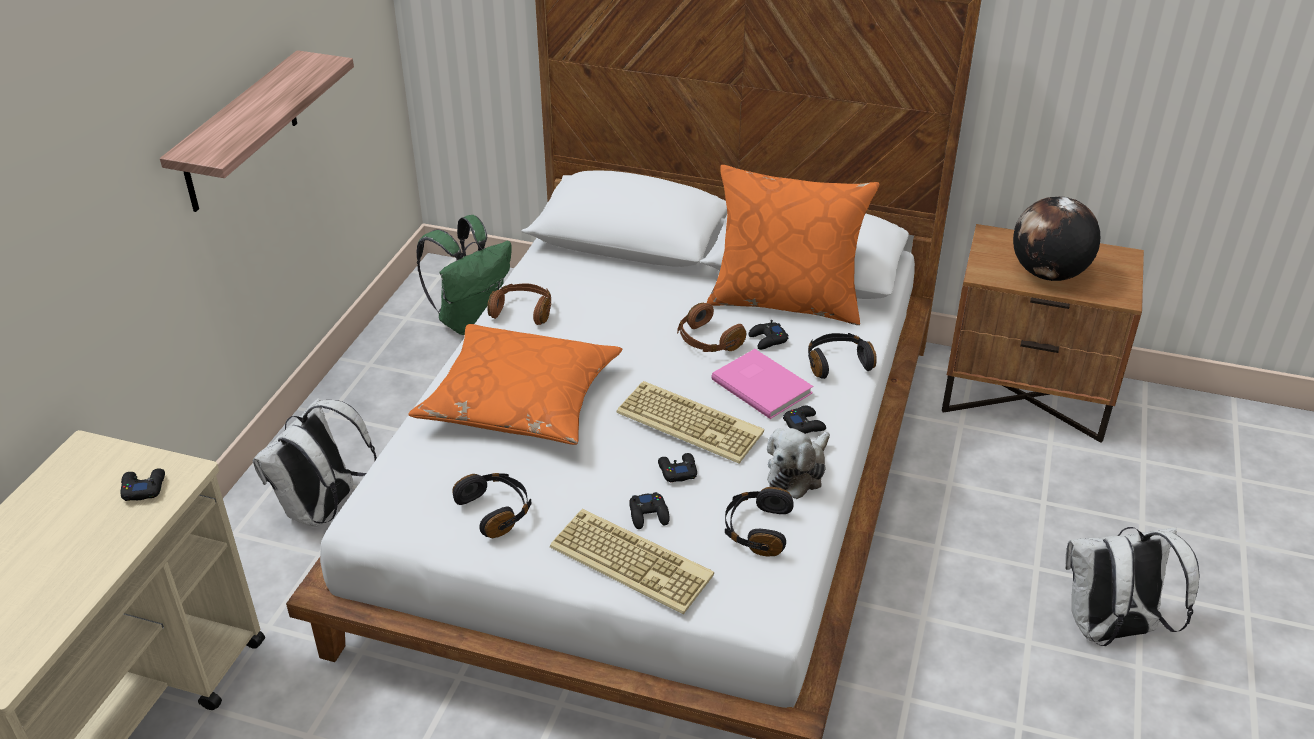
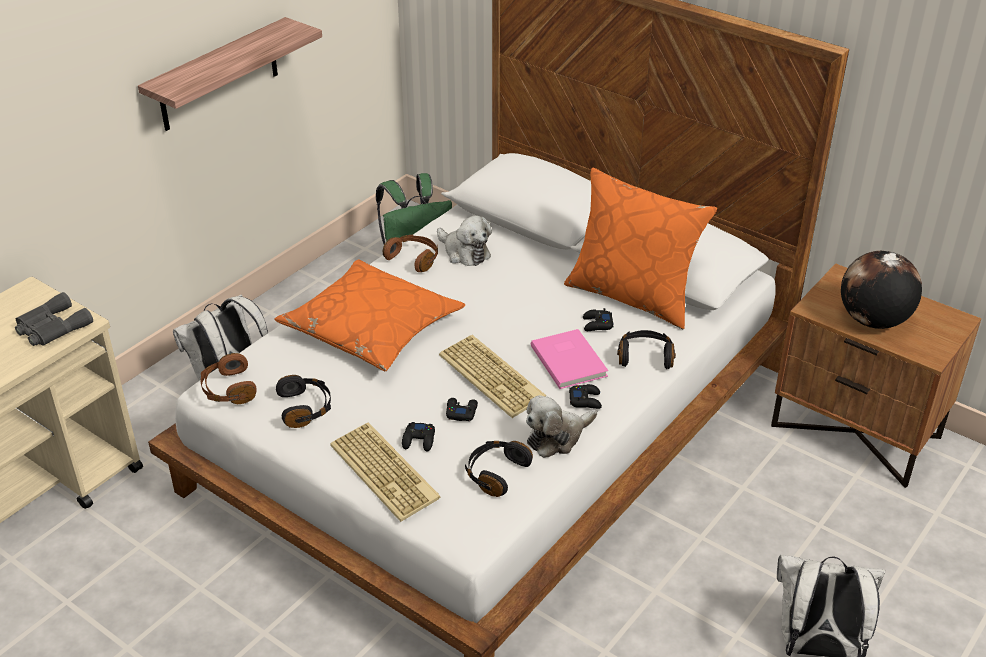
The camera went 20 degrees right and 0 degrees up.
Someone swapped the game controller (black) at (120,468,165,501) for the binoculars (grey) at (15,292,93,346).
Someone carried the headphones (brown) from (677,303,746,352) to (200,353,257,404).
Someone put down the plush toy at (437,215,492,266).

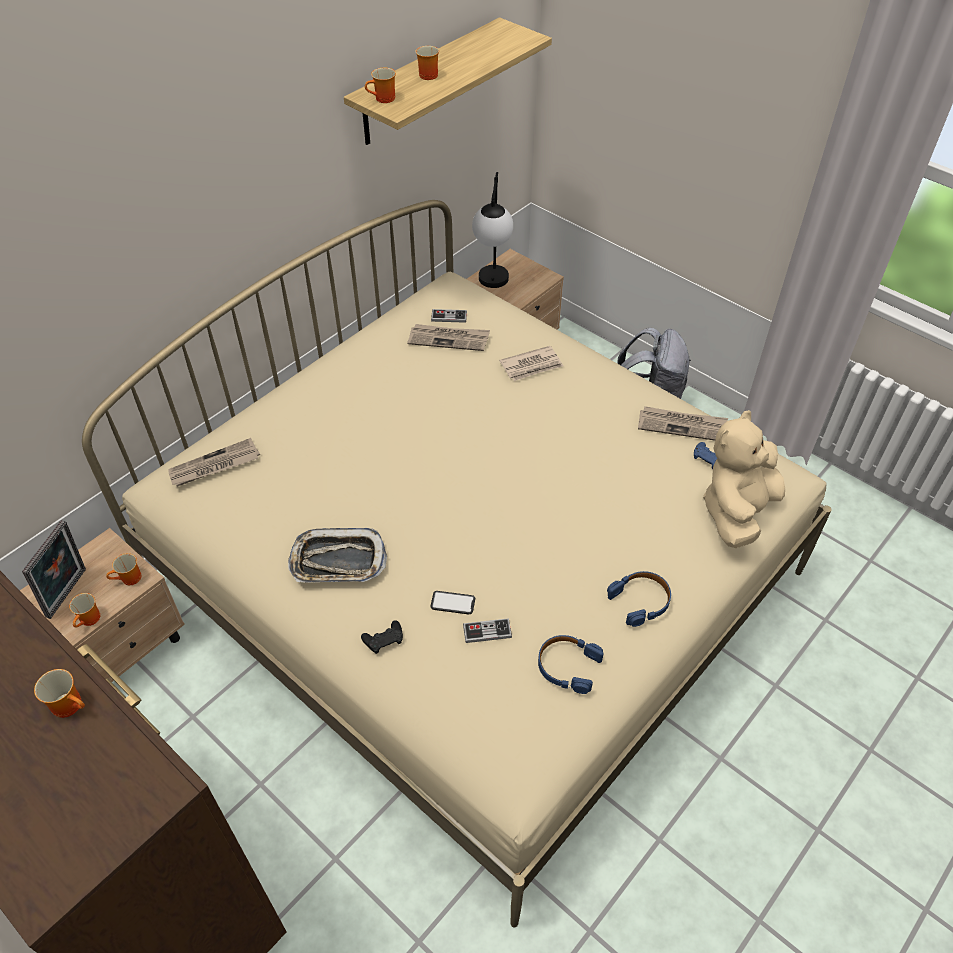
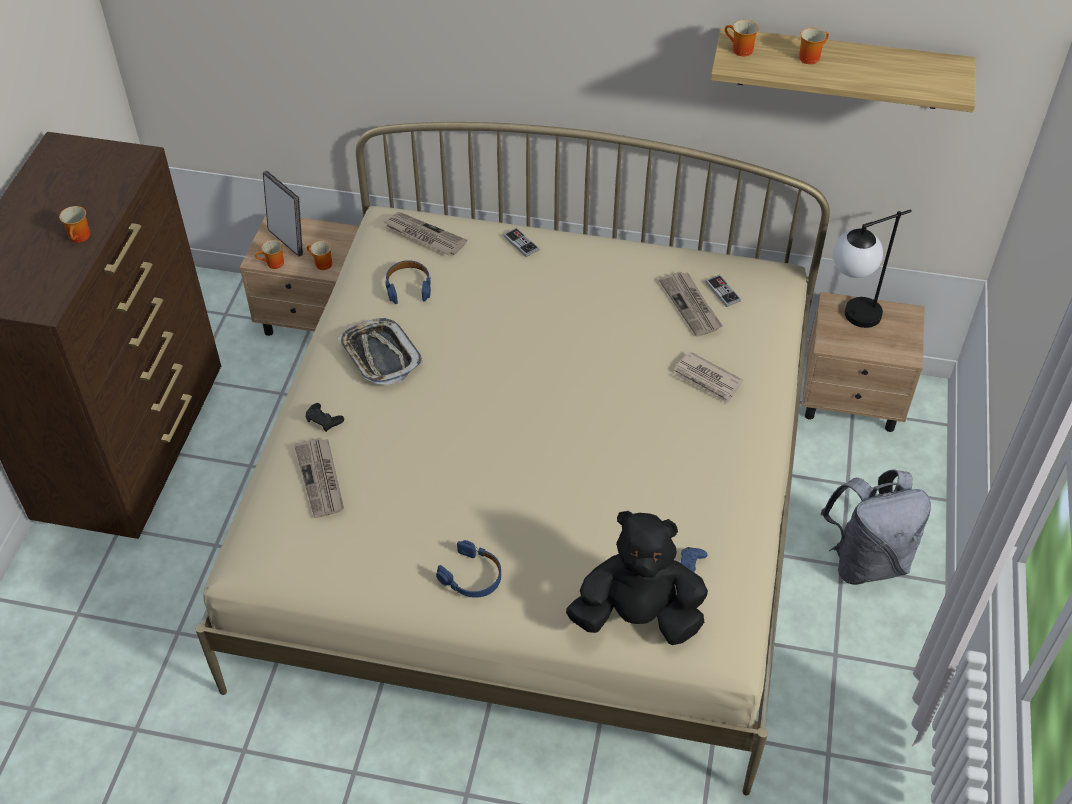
The camera went 60 degrees right and 0 degrees up.
Someone rotated the picture frame at (22,520,86,619) by 120 degrees counterclockwise.
Someone took away the phone at (430,591,475,614).
Someone carried the game controller from (463,618,512,643) to (503,228,539,257).
Someone carried the headphones (blue) from (538,635,603,694) to (385,260,431,304).
Someone carried the newspaper from (638,406,728,441) to (294,438,344,518).
Someone repainted the plush toy (beige) at (703,410,785,548), which became the plush toy (black) at (566,511,708,645).

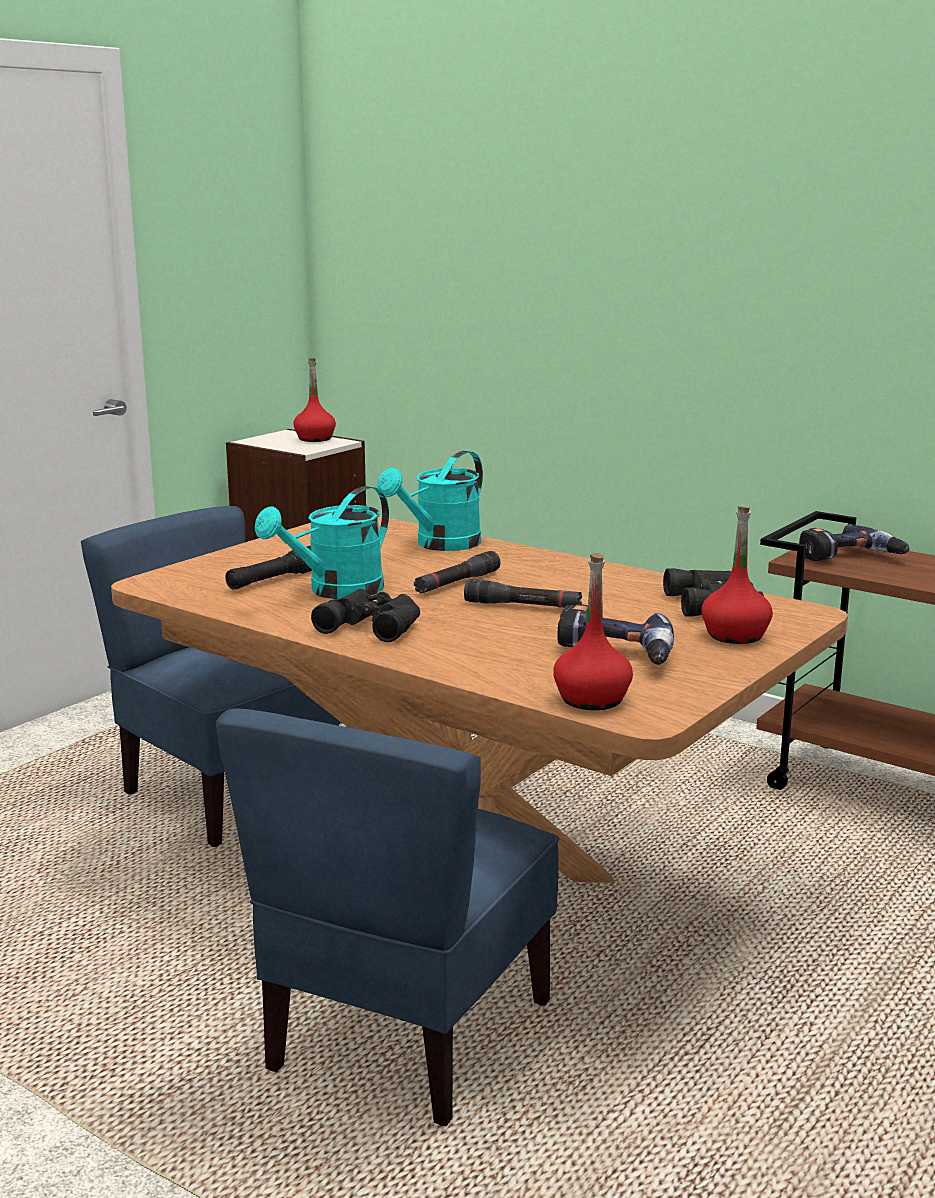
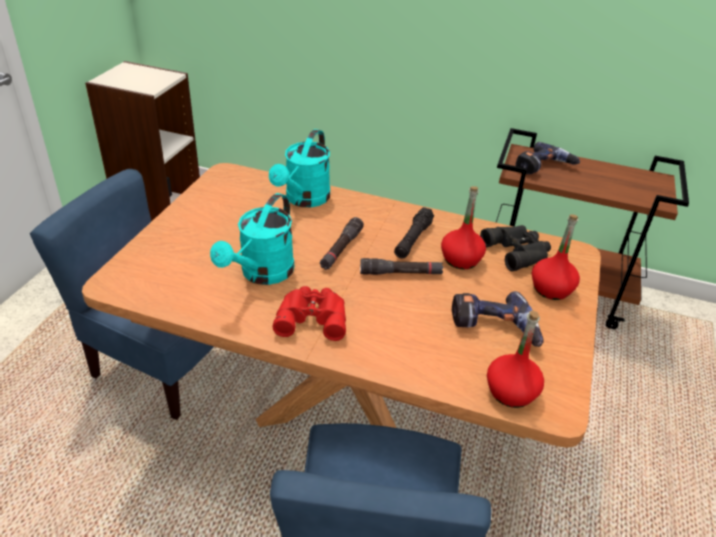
The camera went 20 degrees left and 20 degrees up.
Someone carried the flashlight (black) from (225,546,312,590) to (394,207,434,259).
Someone carried the bottle (red) from (293,358,336,442) to (441,186,486,270).
Someone repainted the binoculars (black) at (311,589,420,642), which became the binoculars (red) at (273,286,346,341).

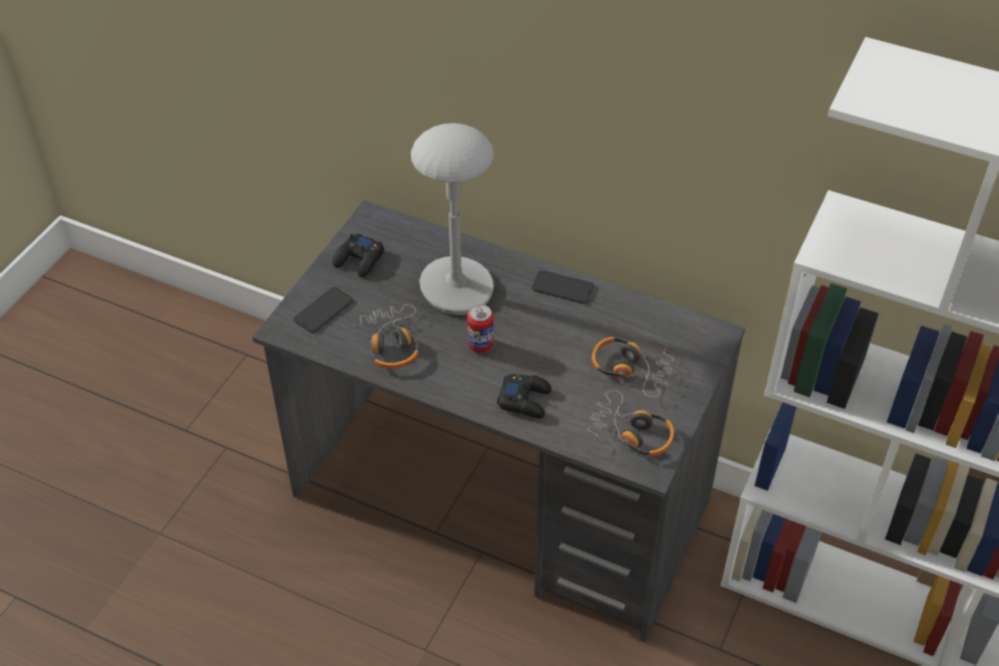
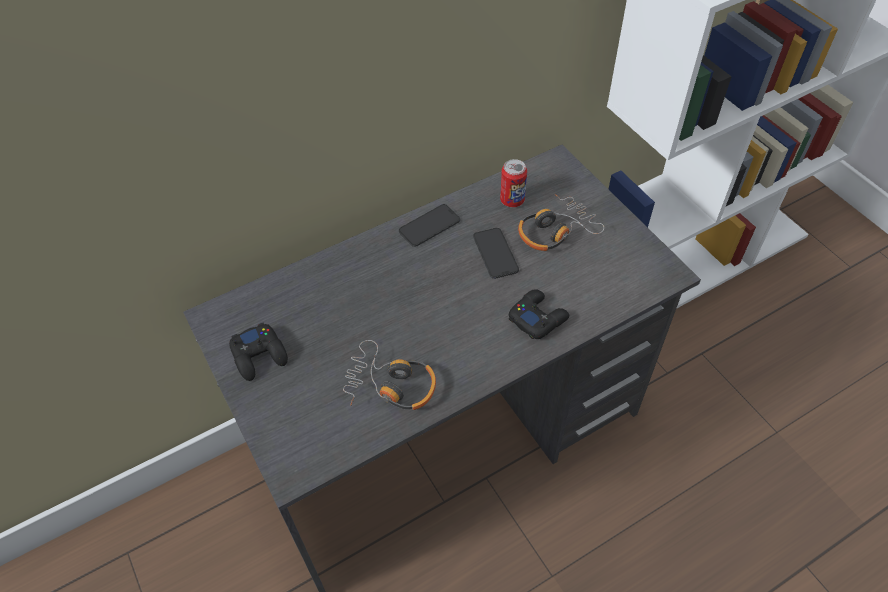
The camera went 55 degrees left and 5 degrees up.
Someone carried the phone from (294,287,353,333) to (473,228,519,279).
Someone took away the table lamp (grey) at (411,123,494,315).
Someone carried the can from (467,304,494,353) to (500,159,527,207).
Someone took away the headphones at (588,390,674,456).

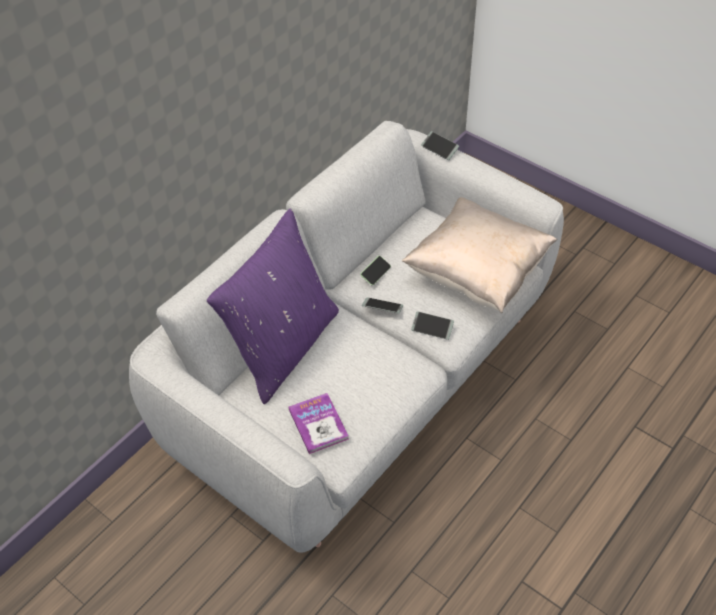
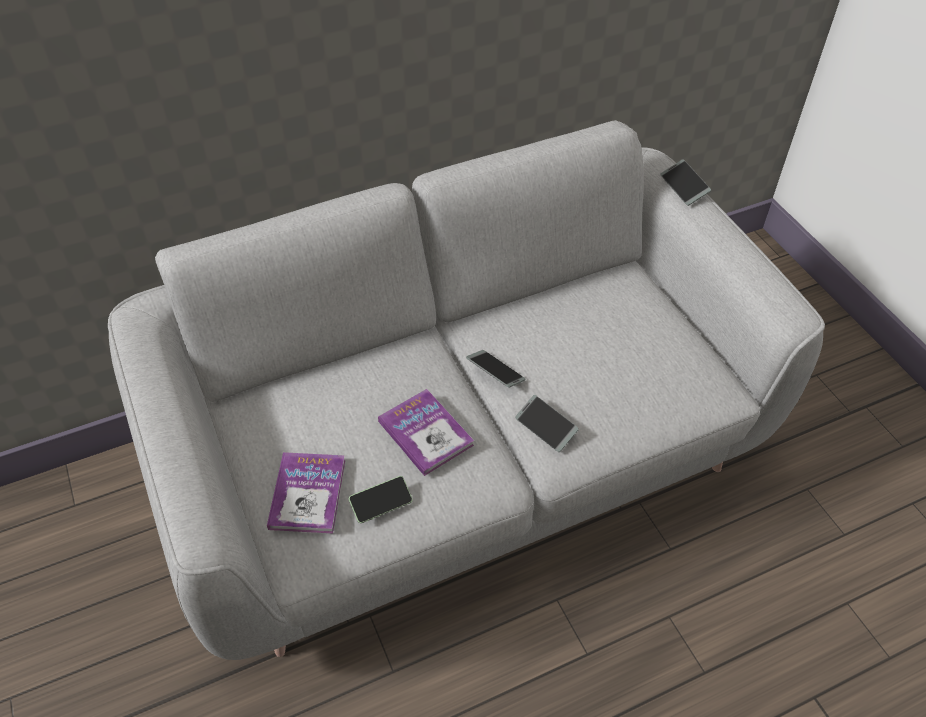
The camera went 25 degrees right and 0 degrees up.
Someone took away the pillow (purple) at (207,208,339,404).
Someone carried the phone from (360,256,391,285) to (349,476,413,523).
Someone took away the pillow (beige) at (402,197,558,313).
Someone put down the book at (378,389,474,476).

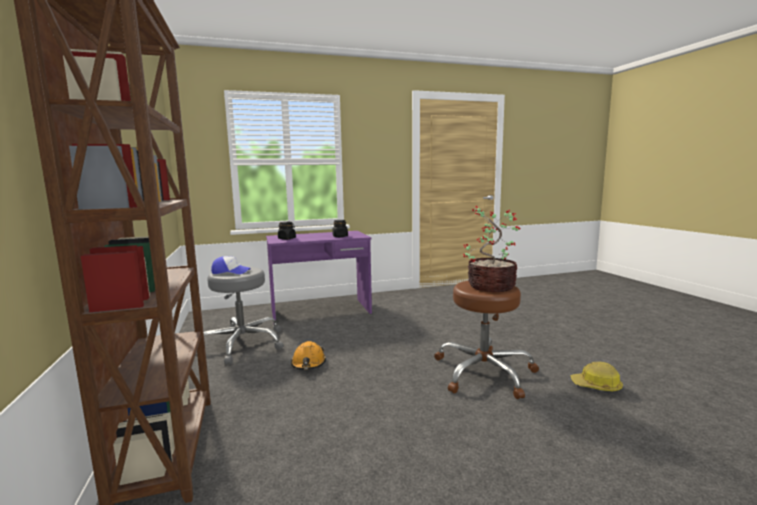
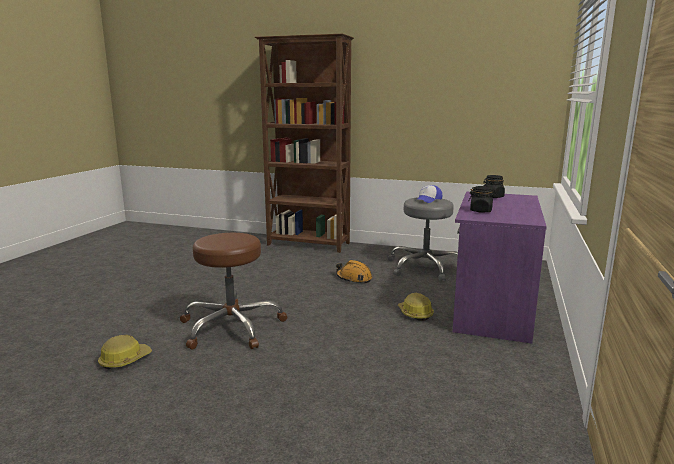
The camera went 125 degrees right and 5 degrees up.
Someone took away the potted plant at (463,206,521,292).
Someone put down the hard hat at (398,293,434,321).

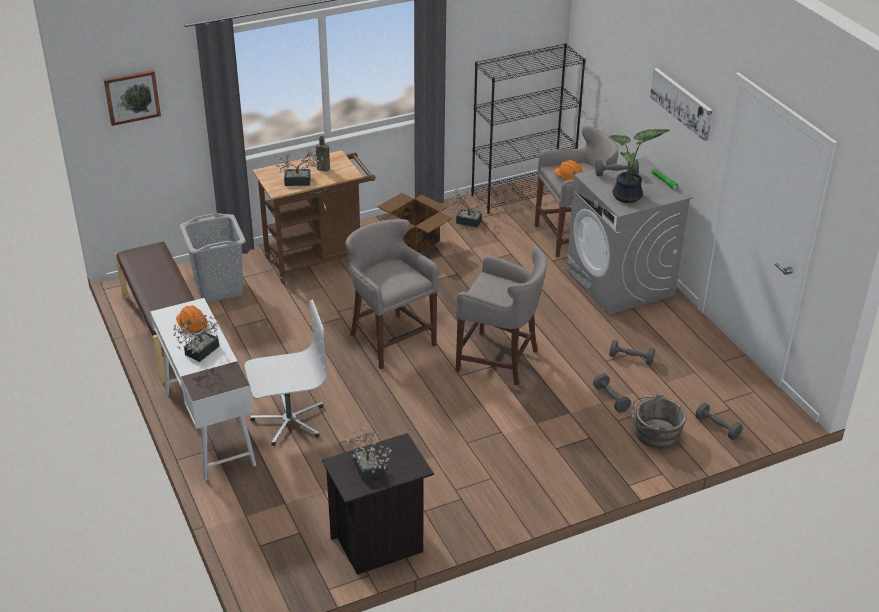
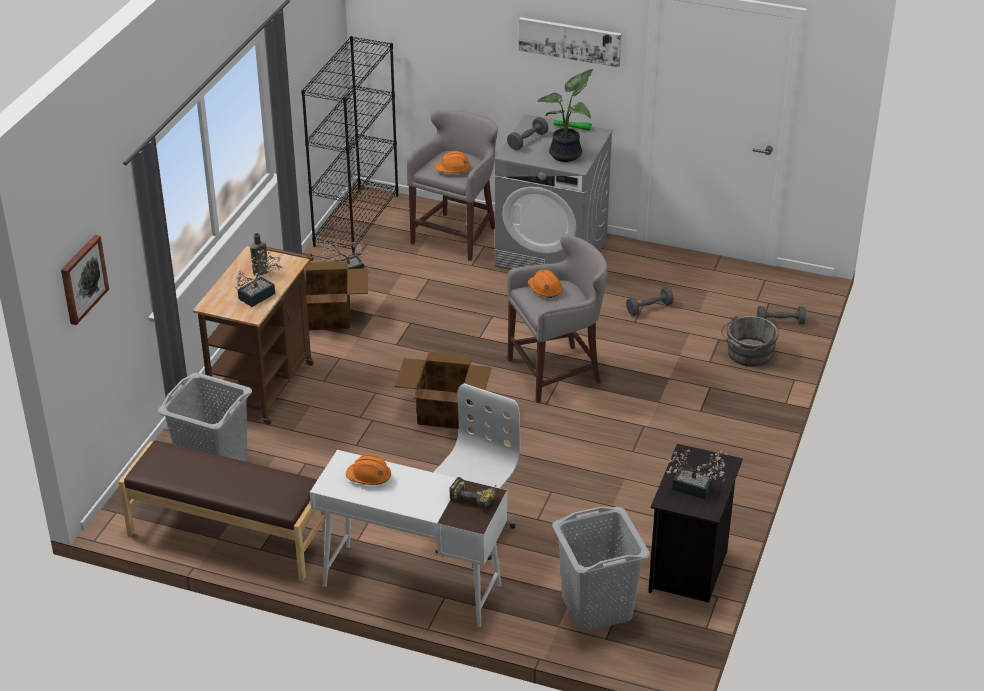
The camera went 45 degrees left and 0 degrees up.
Someone took away the potted plant at (173,315,219,362).
Someone swapped the stool (grey) at (346,219,438,369) for the cardboard box at (394,352,491,429).
Someone took away the dumbbell (grey) at (593,373,631,413).
Someone put down the power drill at (449,477,496,508).
Someone put down the hard hat (orange) at (528,270,562,298).
Someone put down the laundry basket (grey) at (552,506,650,632).

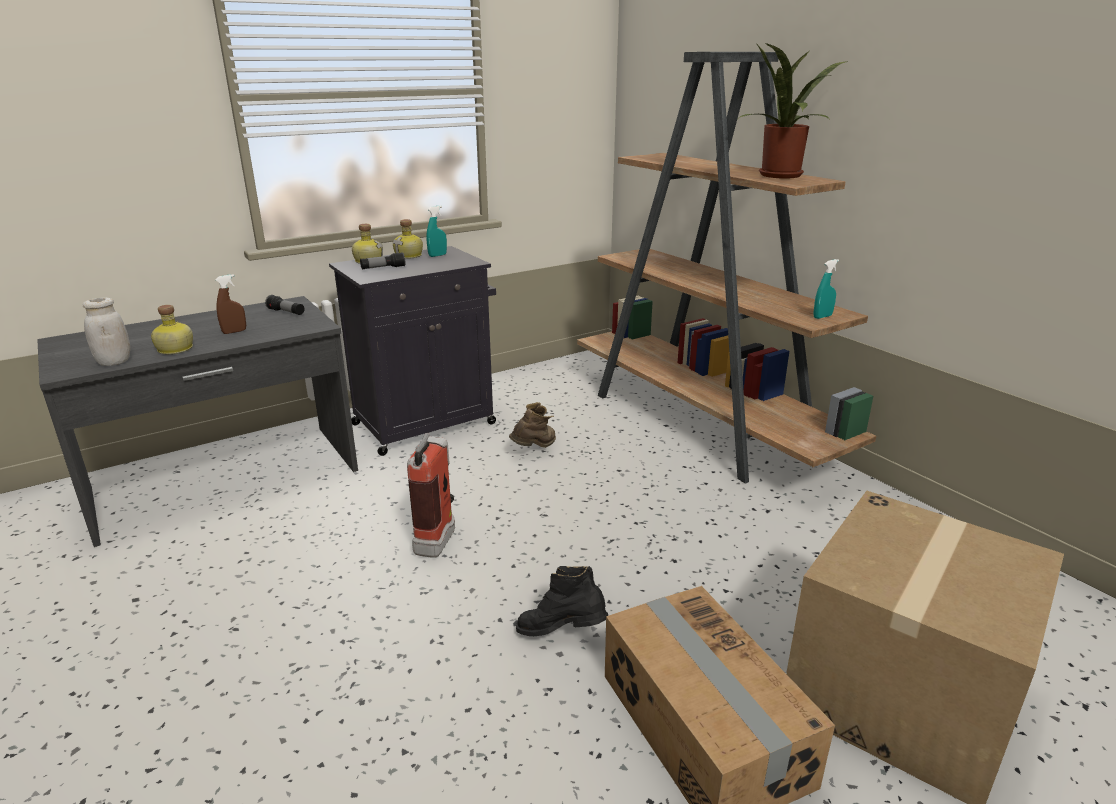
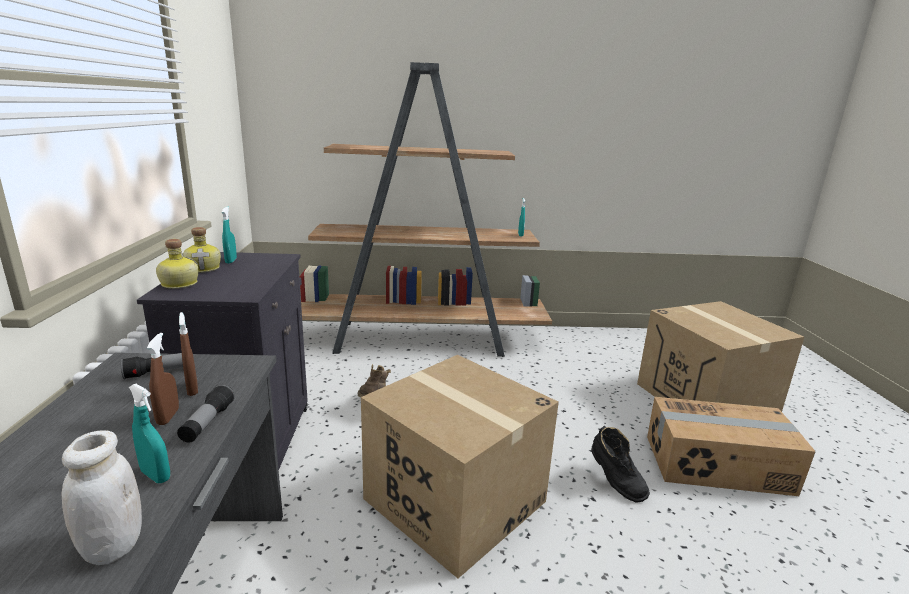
The camera went 60 degrees left and 5 degrees down.
Someone swapped the bottle at (151,305,193,354) for the spray bottle (turquoise) at (129,384,170,483).
Someone carried the flashlight from (360,252,405,270) to (177,384,235,443).
Someone swapped the fire extinguisher at (407,433,455,558) for the cardboard box at (361,355,559,578).
Someone rotated the boot (black) at (516,566,608,636) by 75 degrees counterclockwise.
Someone took away the potted plant at (739,43,848,179).
Someone put down the spray bottle (brown) at (179,312,198,396).

